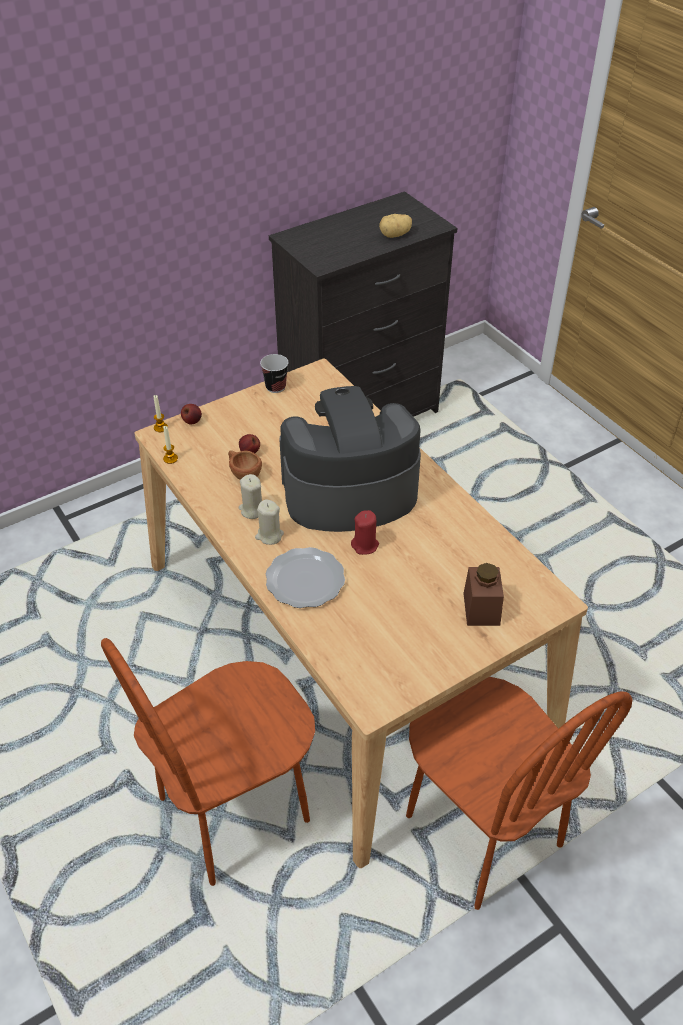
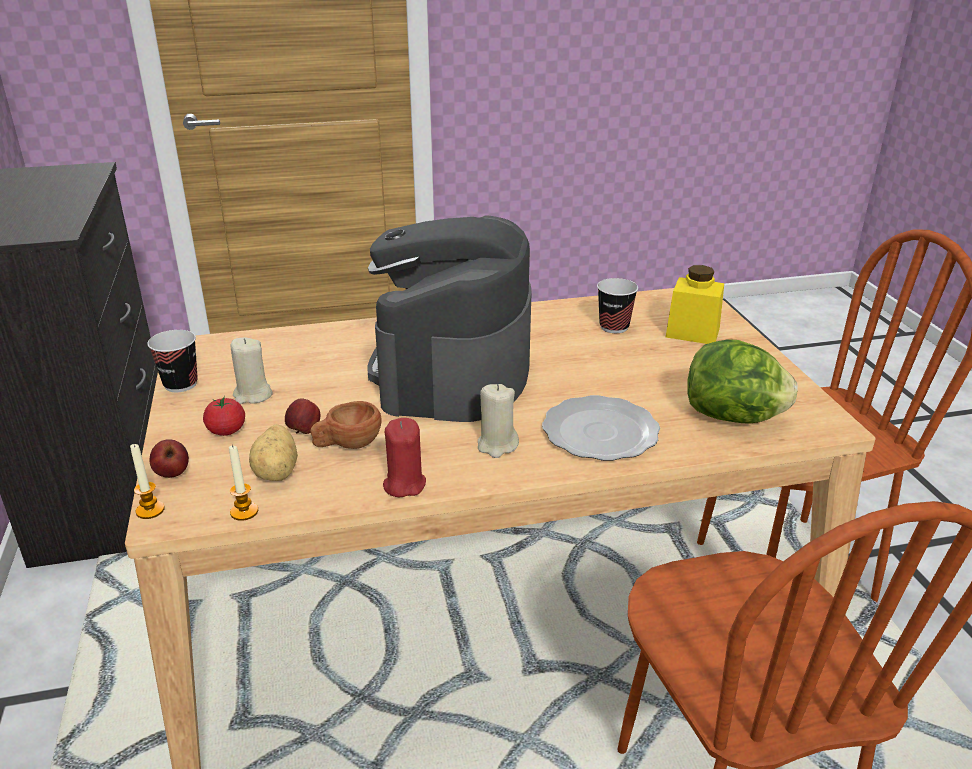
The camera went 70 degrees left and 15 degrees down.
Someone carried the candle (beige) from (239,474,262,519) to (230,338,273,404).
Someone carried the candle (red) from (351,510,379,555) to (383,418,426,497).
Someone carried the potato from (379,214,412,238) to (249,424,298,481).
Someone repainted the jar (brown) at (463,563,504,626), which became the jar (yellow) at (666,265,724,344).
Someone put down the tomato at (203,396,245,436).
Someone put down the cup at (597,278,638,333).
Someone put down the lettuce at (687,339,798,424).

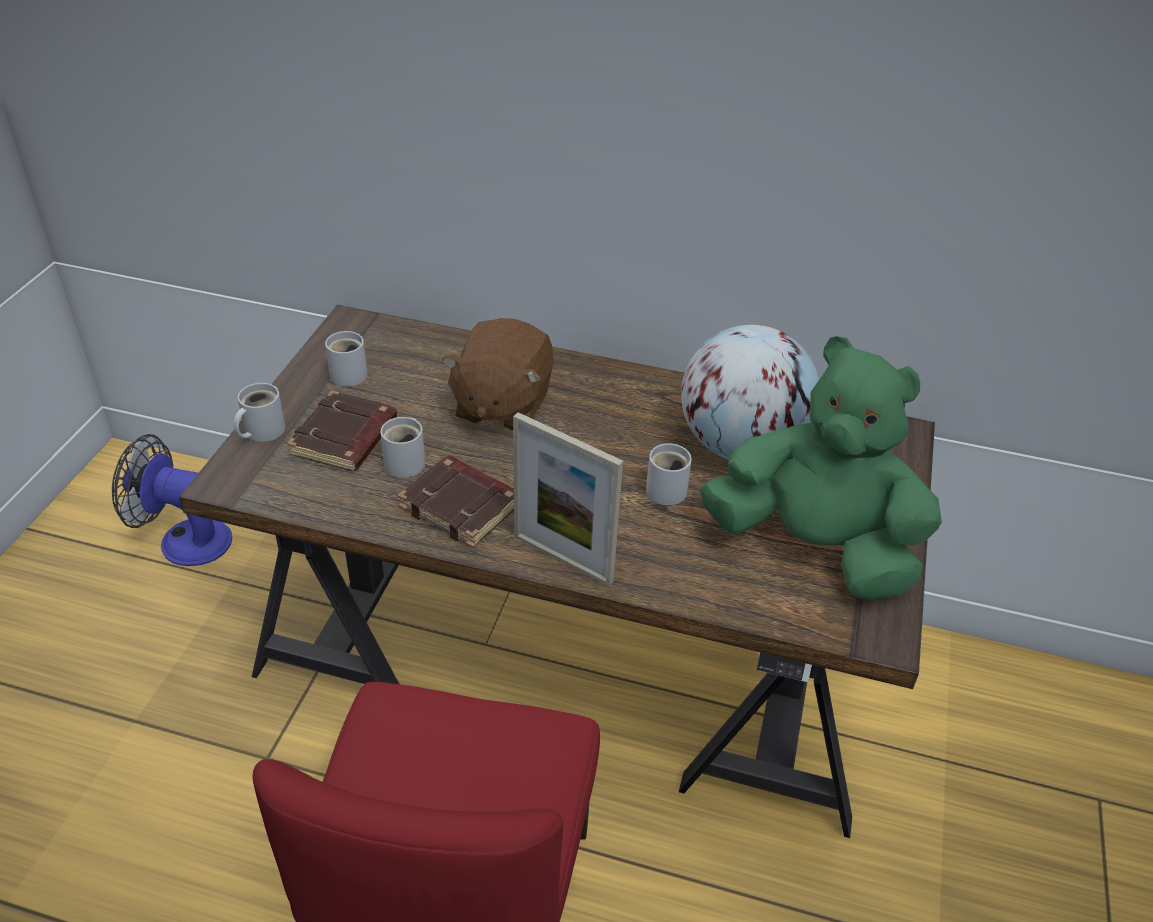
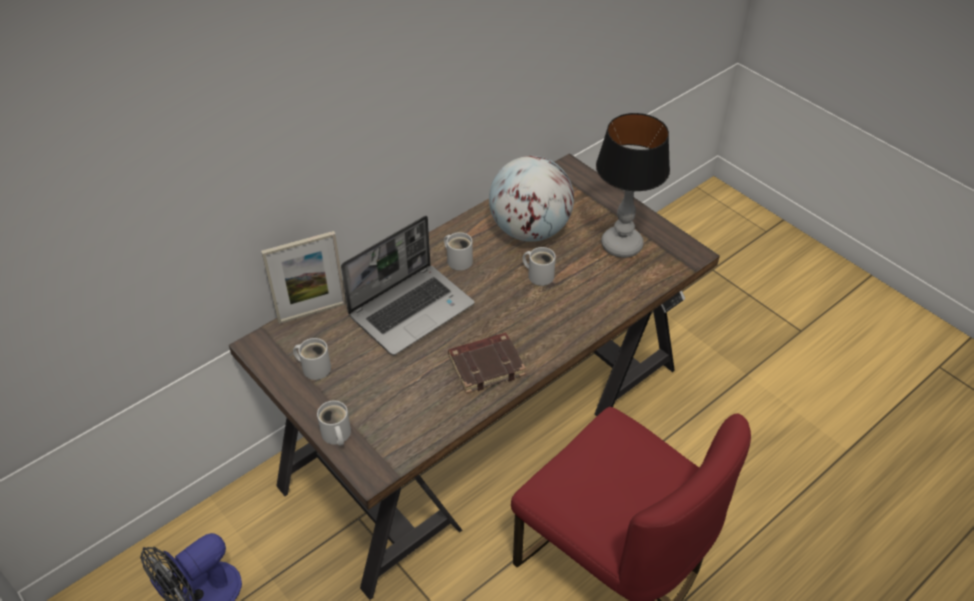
The camera went 55 degrees left and 5 degrees up.
Someone took away the book (brown) at (287,390,397,471).
Someone carried the mug (white) from (380,417,425,478) to (444,232,473,271).
Someone swapped the plush toy (brown) at (442,318,554,431) for the laptop at (341,216,474,355).
Someone carried the picture frame from (513,412,623,586) to (261,231,346,324).
Someone swapped the plush toy (green) at (700,336,942,601) for the table lamp at (596,113,670,258).

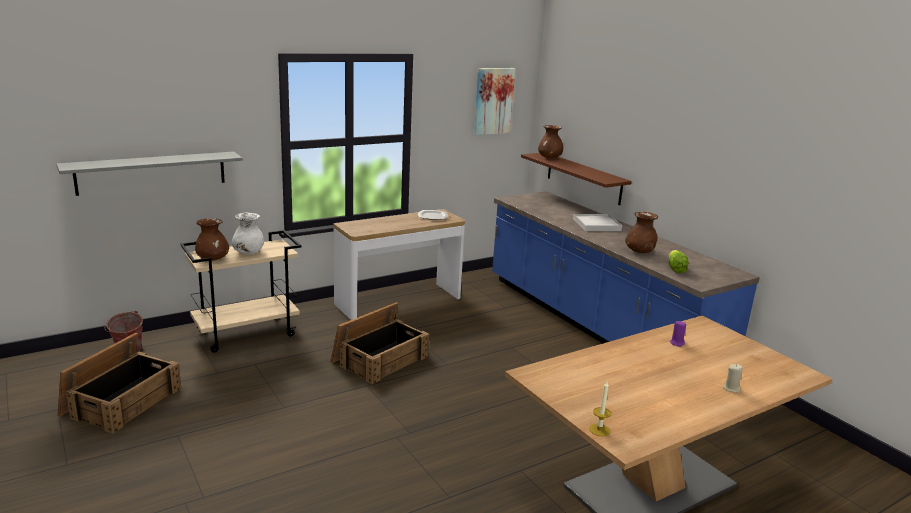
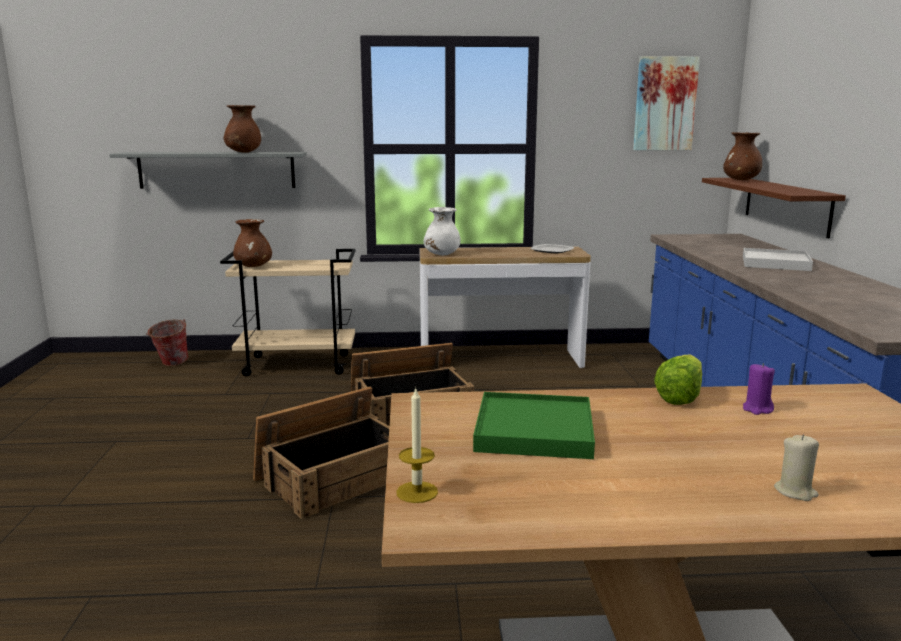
The camera went 30 degrees right and 5 degrees down.
Someone carried the crate from (58,333,181,434) to (253,386,389,519).
Someone carried the vase (white) from (232,213,264,254) to (423,207,461,255).
Someone carried the vase (brown) from (625,212,658,253) to (224,105,261,153).
Someone carried the lettuce from (669,250,689,273) to (654,354,702,405).
Someone put down the tray (green) at (473,392,595,459).

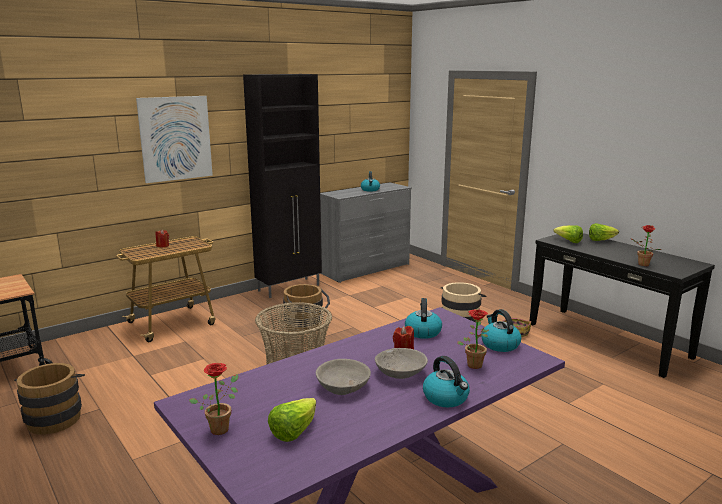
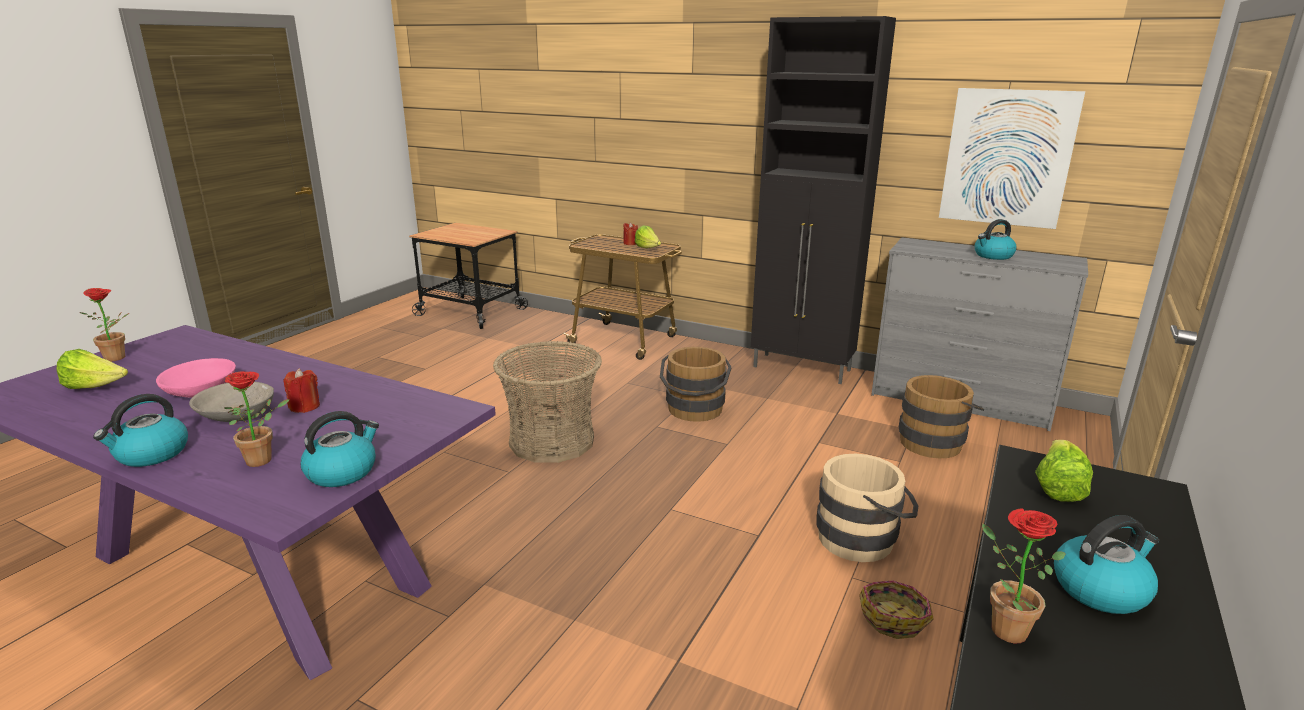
The camera went 65 degrees right and 5 degrees up.
Someone carried the bucket (brown) from (14,363,85,434) to (899,375,984,458).
Someone carried the picture from (136,96,213,183) to (939,88,1085,229).
Someone repainted the bowl (grey) at (316,359,371,395), which became the bowl (pink) at (156,358,236,398).
Someone carried the kettle from (405,298,442,339) to (1054,515,1159,614).
Someone carried the lettuce from (589,223,619,241) to (635,226,661,248).

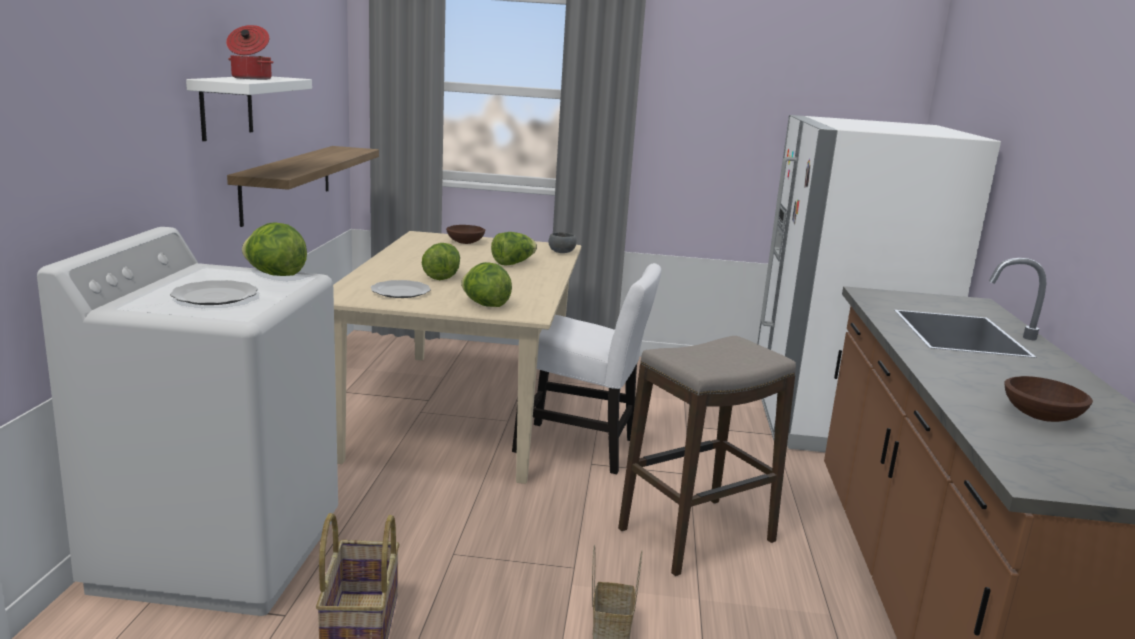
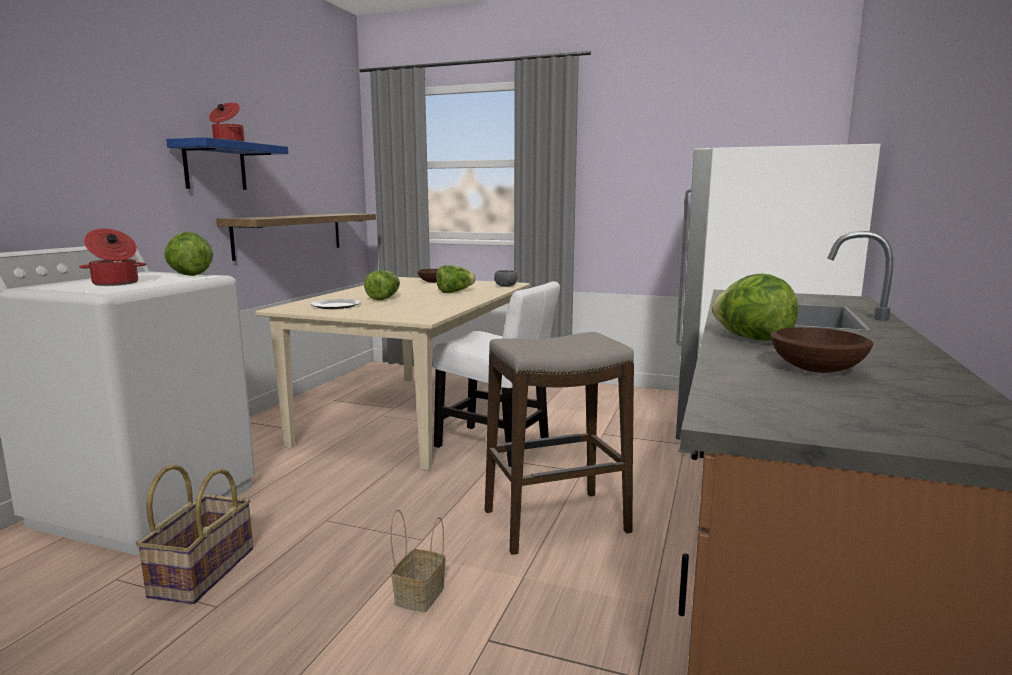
The camera went 15 degrees right and 5 degrees down.
Someone swapped the plate at (170,280,258,305) for the cooking pot at (79,229,146,286).
Someone repainted the shelf (white) at (186,76,312,141), which became the shelf (blue) at (166,137,288,190).
Someone carried the lettuce from (461,262,512,307) to (712,274,798,341).

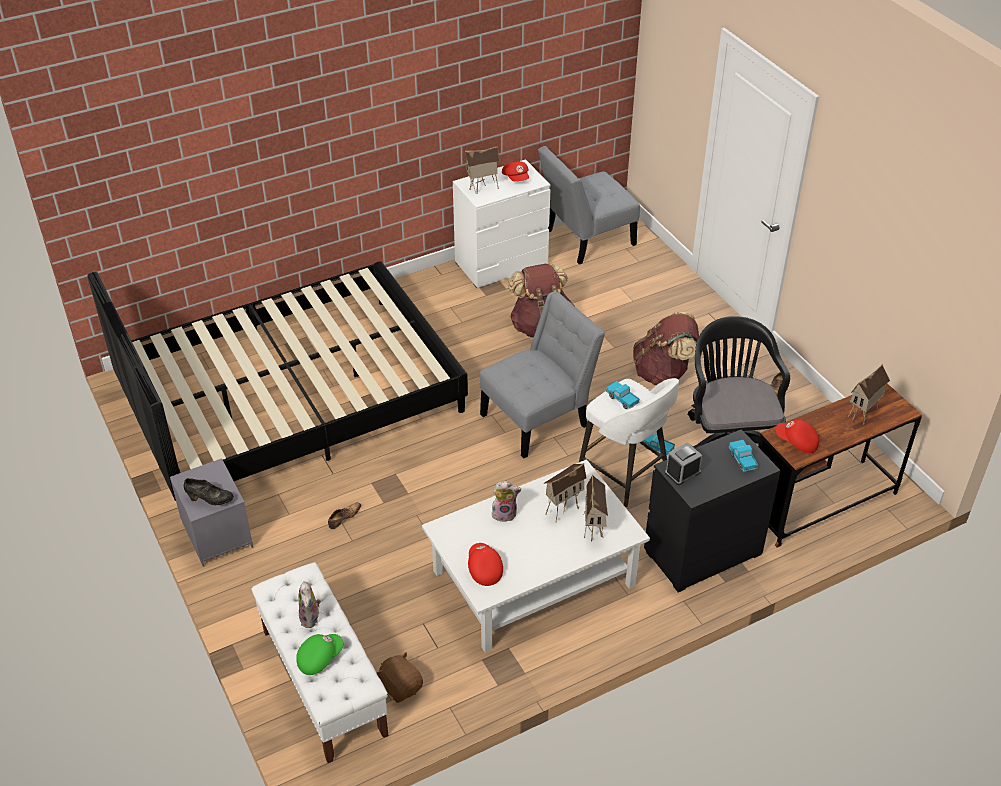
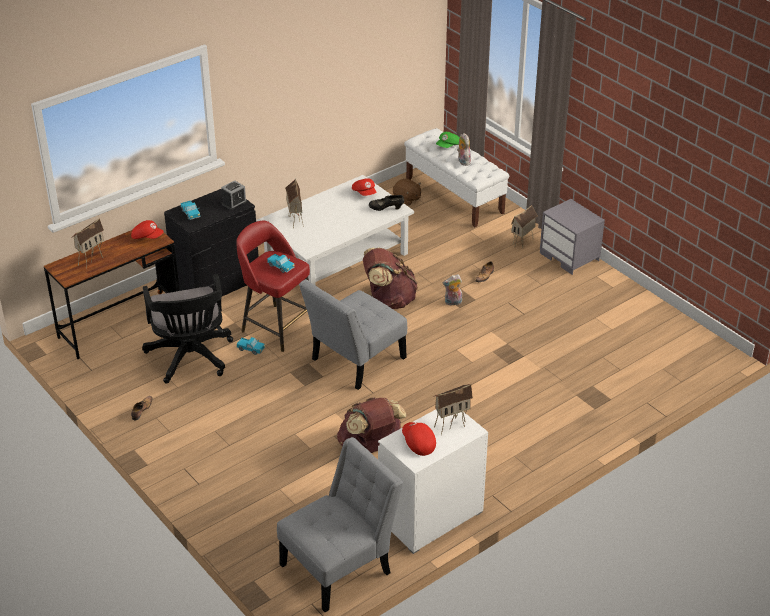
The camera went 170 degrees right and 5 degrees down.
Someone took away the bed (black) at (88,261,468,501).
Someone carried the shoe (black) from (184,478,234,505) to (369,195,404,211).
Someone carried the plush toy from (490,481,521,522) to (443,274,462,306).
Someone carried the toy house from (544,463,586,521) to (511,205,538,247).
Someone repainted the stool (white) at (579,378,679,507), which became the stool (red) at (236,221,310,352).
Someone carried the backpack (brown) from (633,312,699,385) to (363,248,418,309).

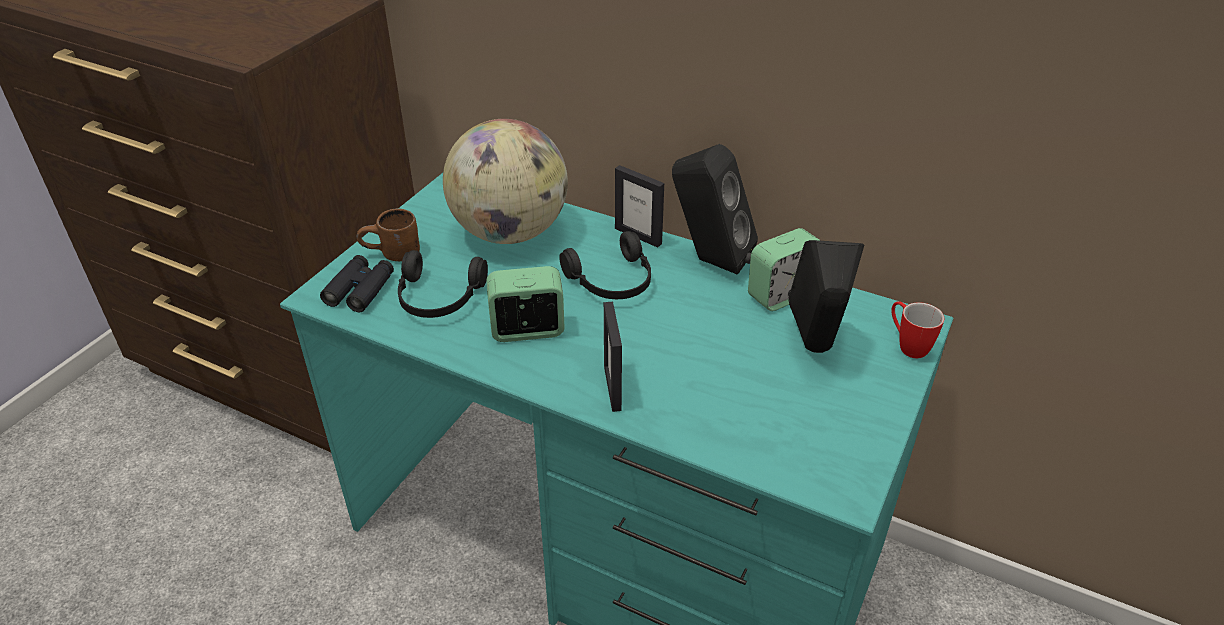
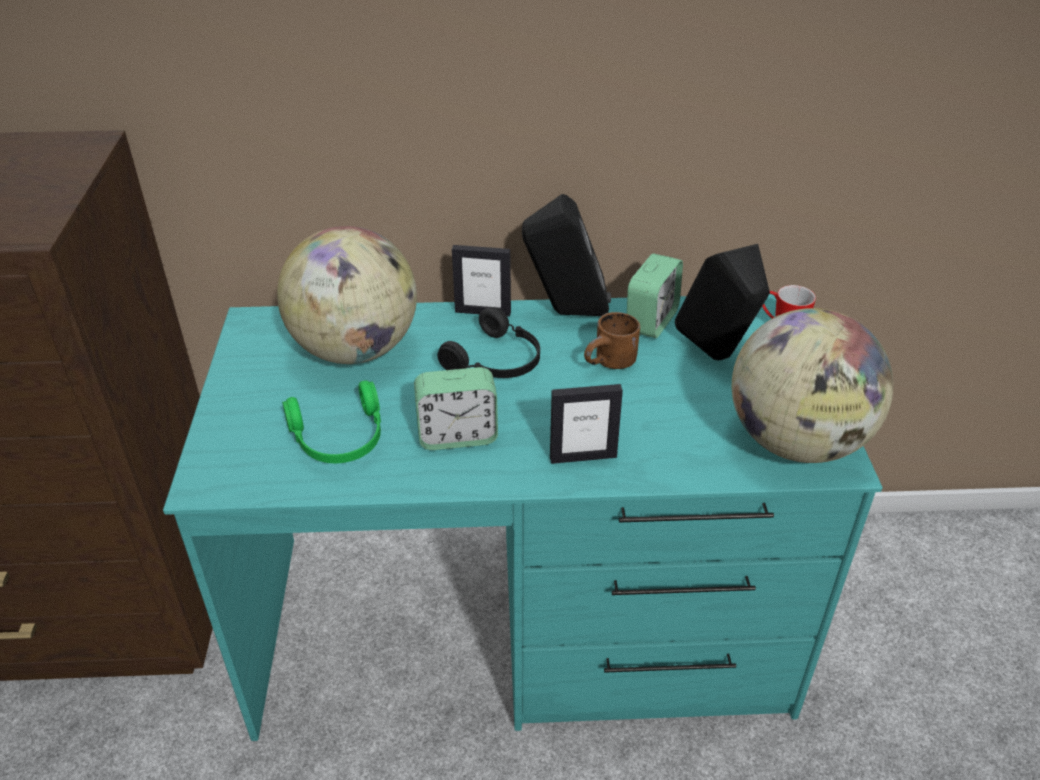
The camera went 30 degrees left and 0 degrees up.
Someone took away the binoculars (black) at (320,255,394,313).
Someone carried the mug (brown) from (357,208,420,261) to (584,312,640,369).
Someone repainted the headphones (black) at (398,250,488,318), which became the headphones (green) at (282,380,381,463).
Someone rotated the alarm clock at (487,266,565,342) by 150 degrees counterclockwise.
Someone rotated the picture frame at (604,302,622,412) by 60 degrees counterclockwise.
Someone put down the globe at (732,308,894,463).

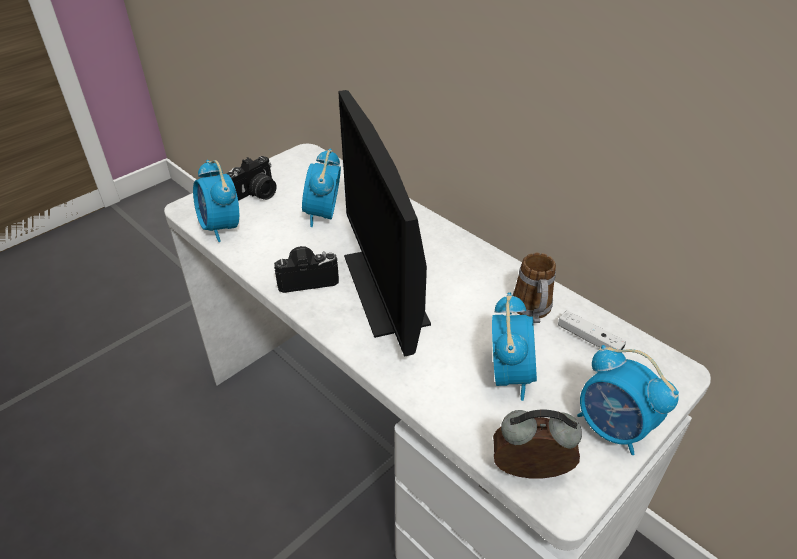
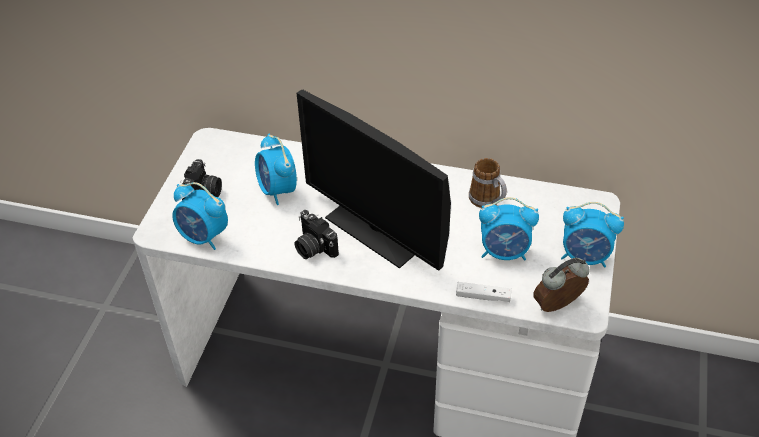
The camera went 30 degrees left and 5 degrees up.
Someone rotated the photo camera at (274,246,339,293) by 90 degrees counterclockwise.
Someone rotated the alarm clock at (492,292,537,401) by 120 degrees clockwise.
Someone carried the game controller (white) from (558,310,626,350) to (456,282,512,302).

